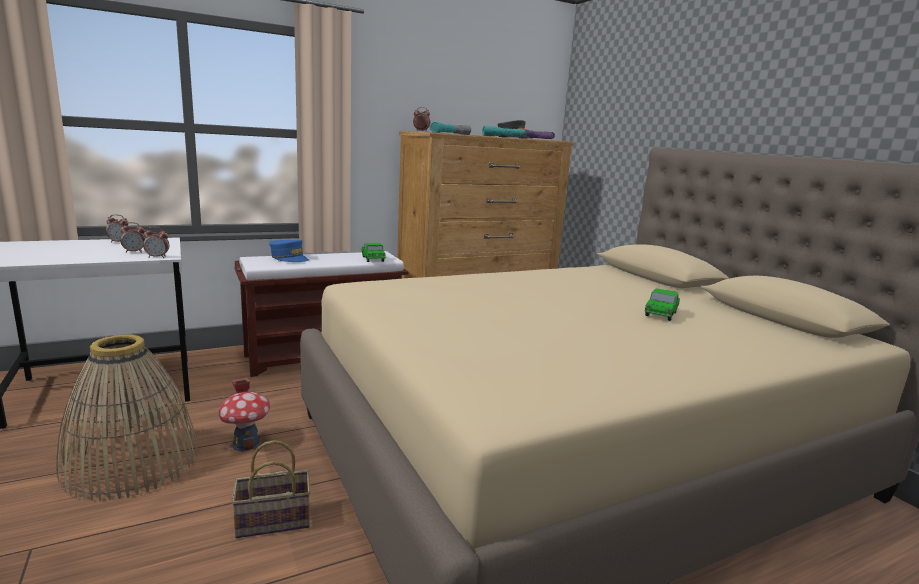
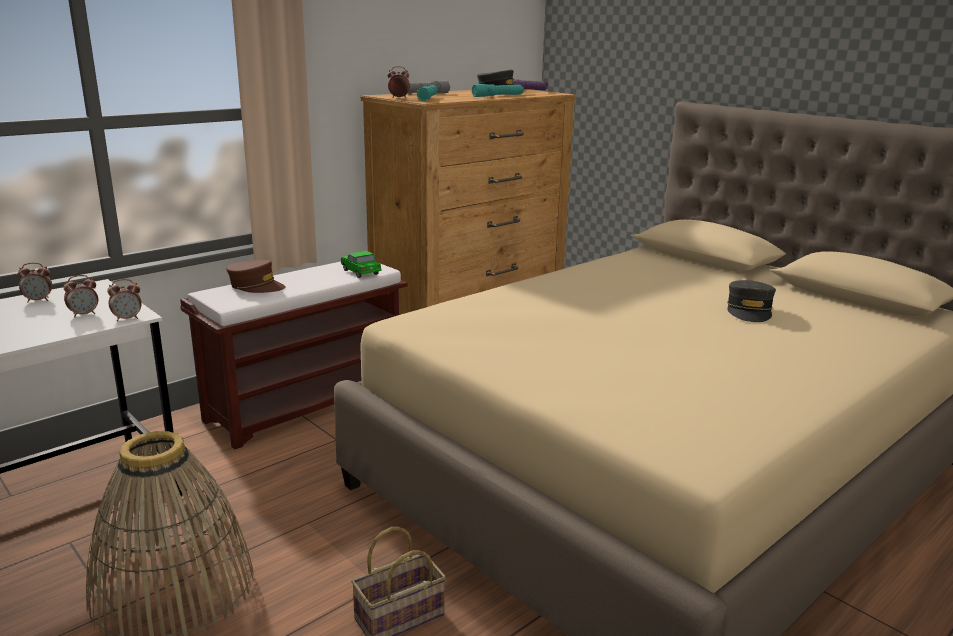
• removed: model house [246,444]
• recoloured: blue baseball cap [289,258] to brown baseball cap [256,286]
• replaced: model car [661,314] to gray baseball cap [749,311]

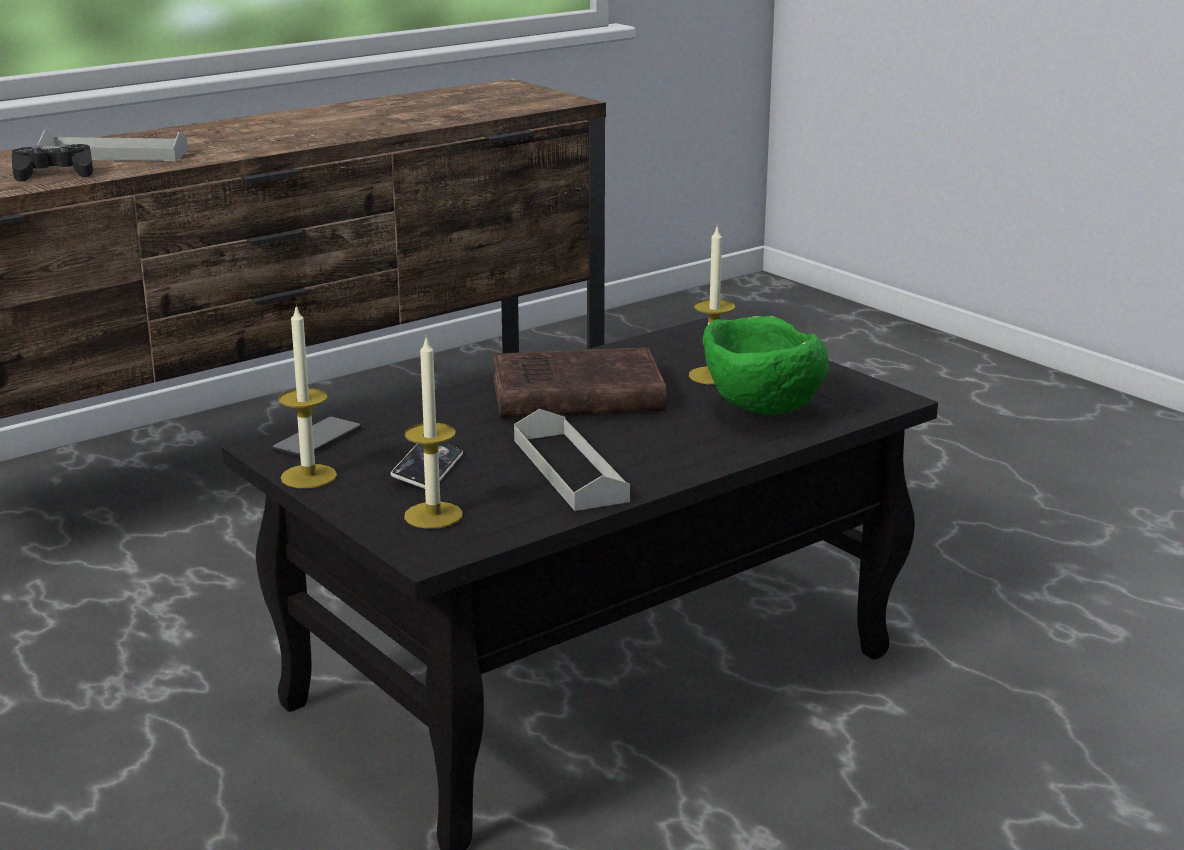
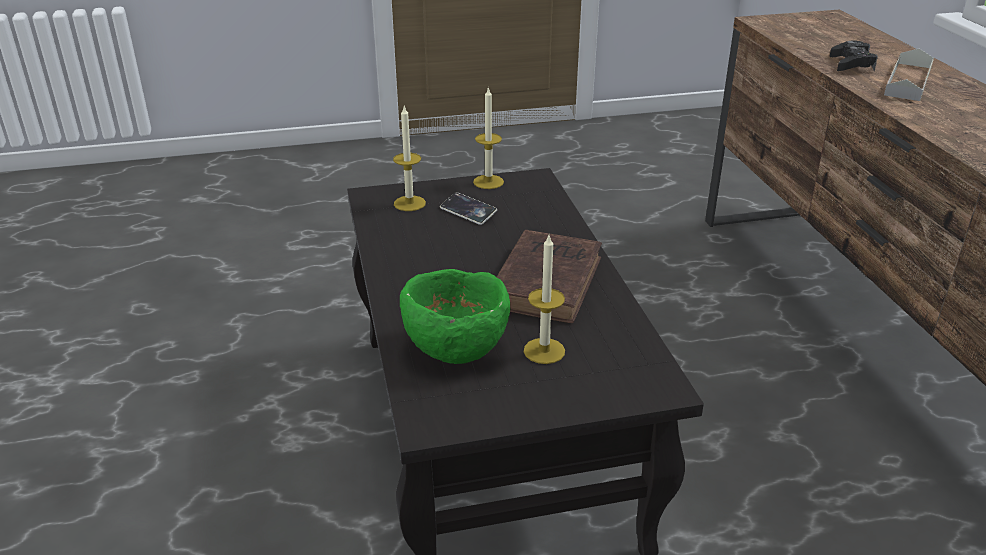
• removed: handset [317,439]
• removed: gray tray [569,470]

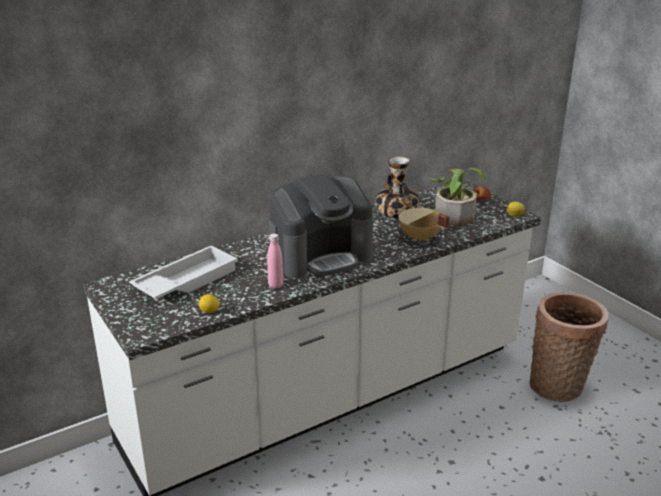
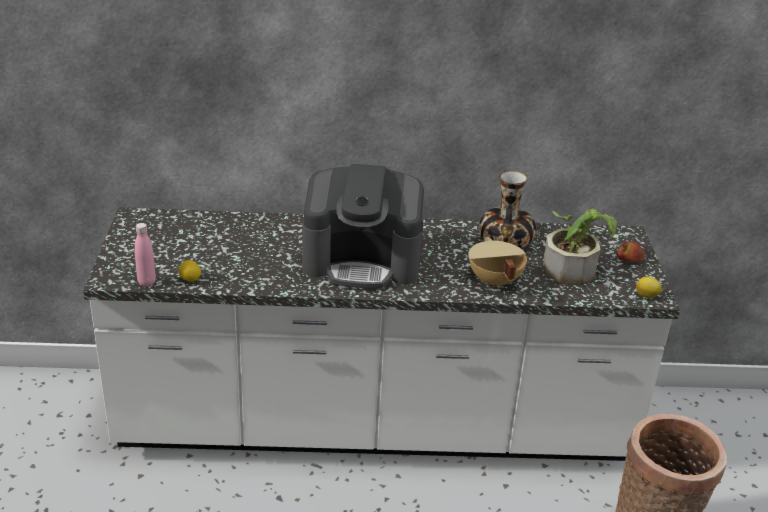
• removed: white-coloured tray [185,280]
• moved: pink bottle [275,285] to [146,282]

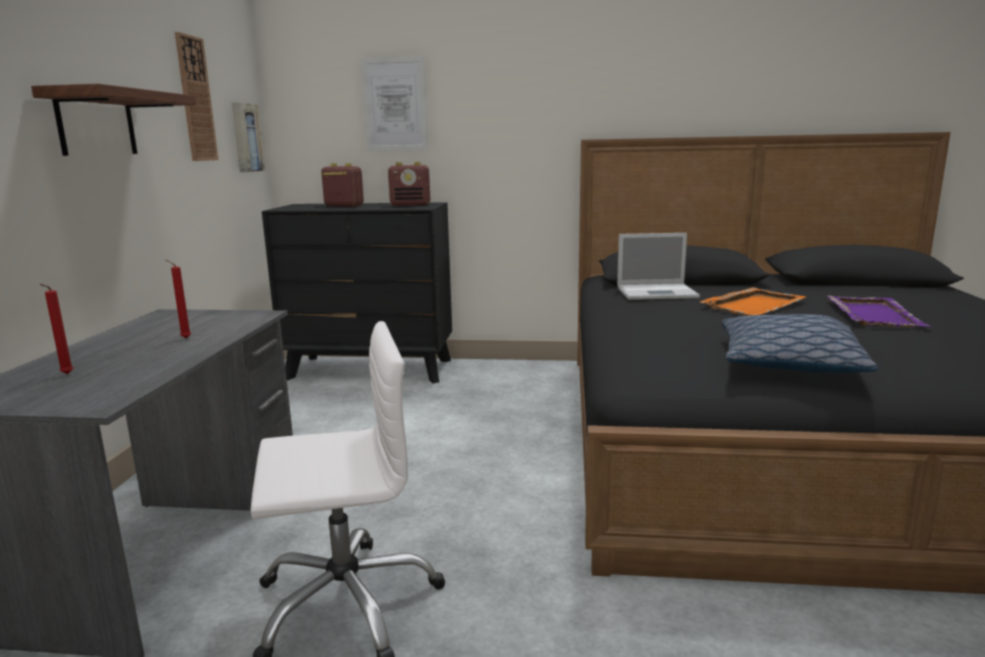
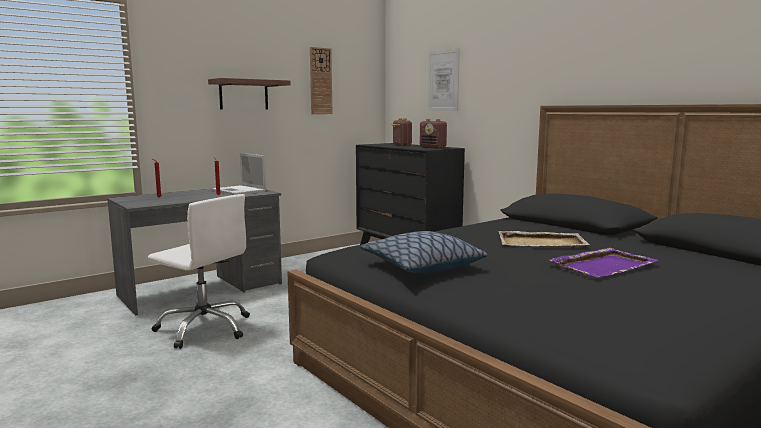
• removed: picture [246,138]
• moved: laptop [658,292] to [240,191]
• recoloured: orange-coloured tray [753,305] to sand-coloured tray [542,242]

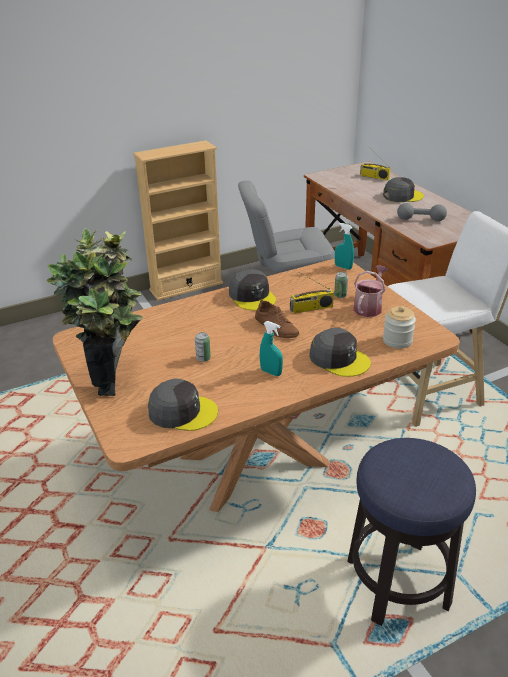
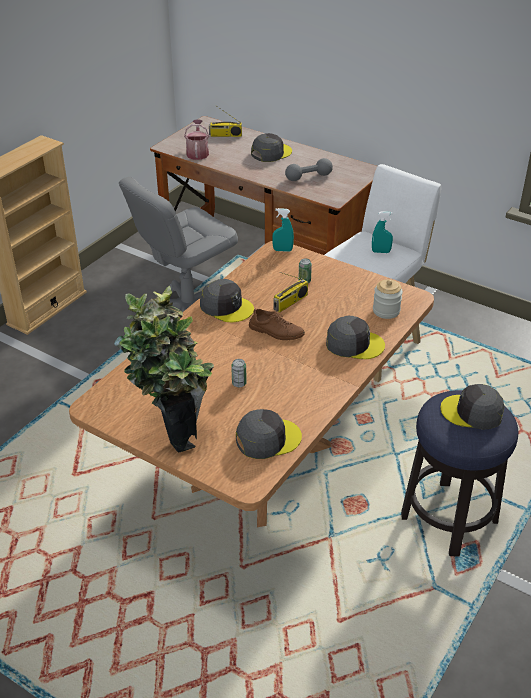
• moved: turquoise spray bottle [271,372] to [381,252]
• moved: sprinkling can [369,307] to [197,153]
• added: gray baseball cap [472,412]

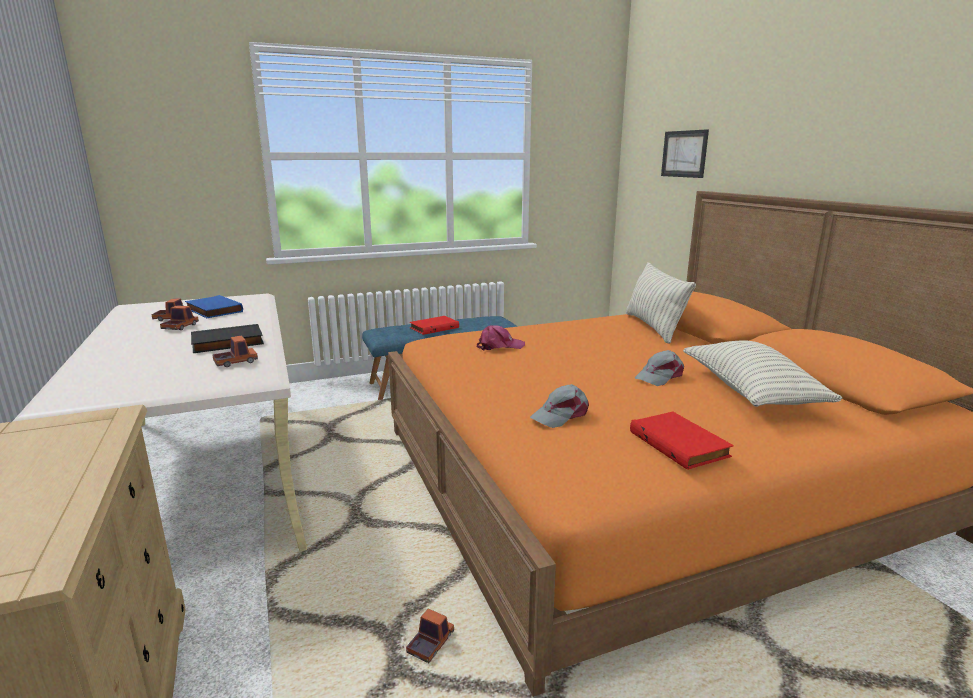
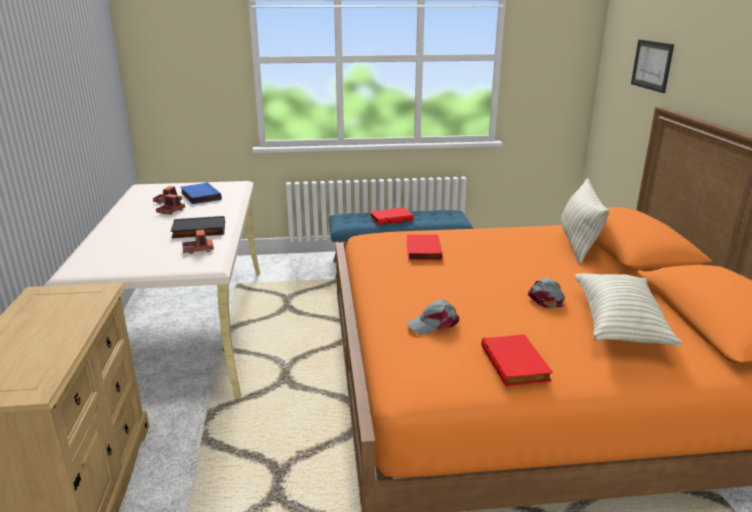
• removed: toy lorry [431,644]
• replaced: pink baseball cap [499,346] to reddish bound book [422,250]
• turned: gray baseball cap [659,376] = [545,297] 120 degrees clockwise

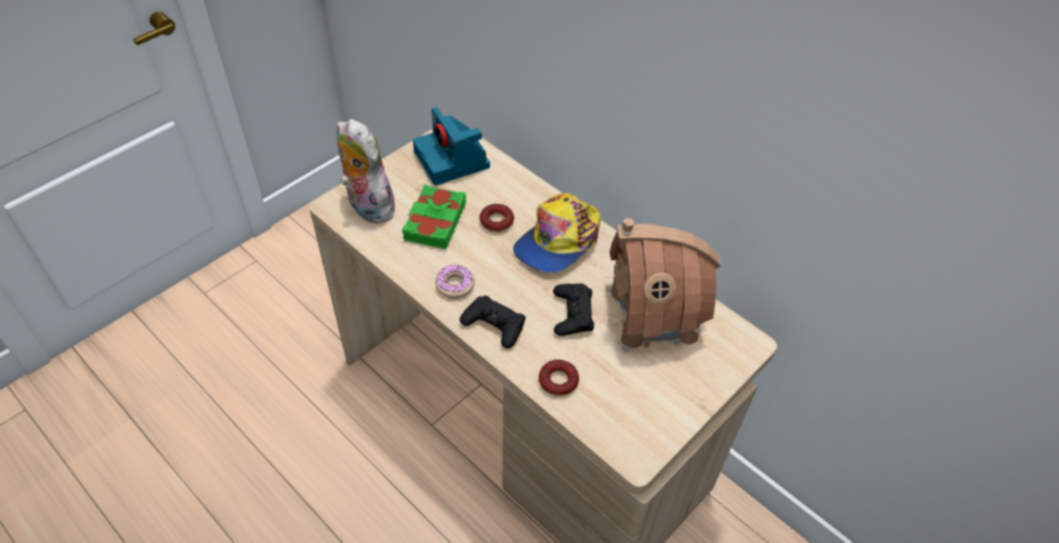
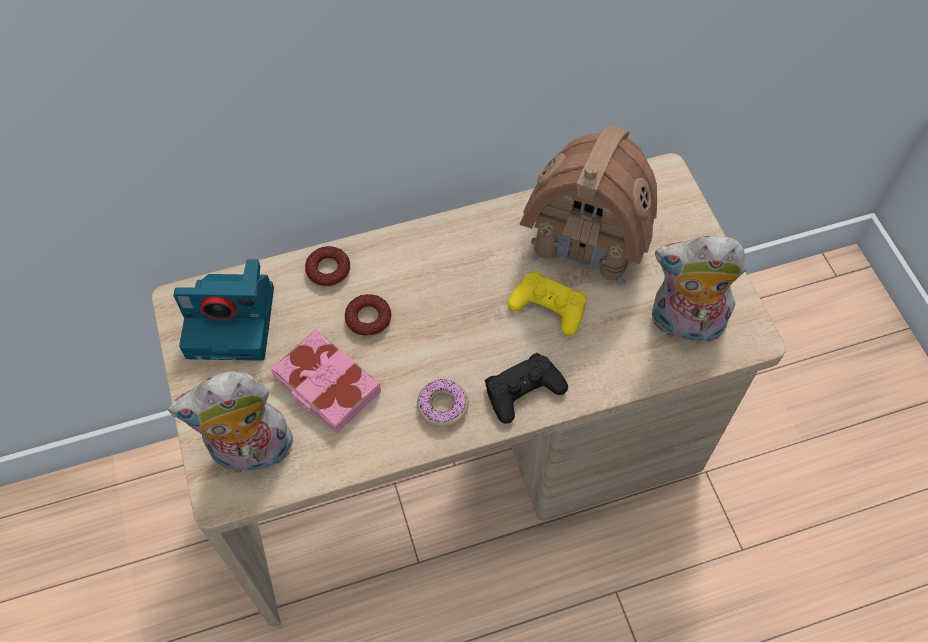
• recoloured: green-coloured bound book [434,221] to pink bound book [326,386]
• removed: baseball cap [558,240]
• moved: donut [558,381] to [328,270]
• recoloured: black-coloured joypad [572,313] to yellowish joypad [548,307]
• added: plush toy [684,325]

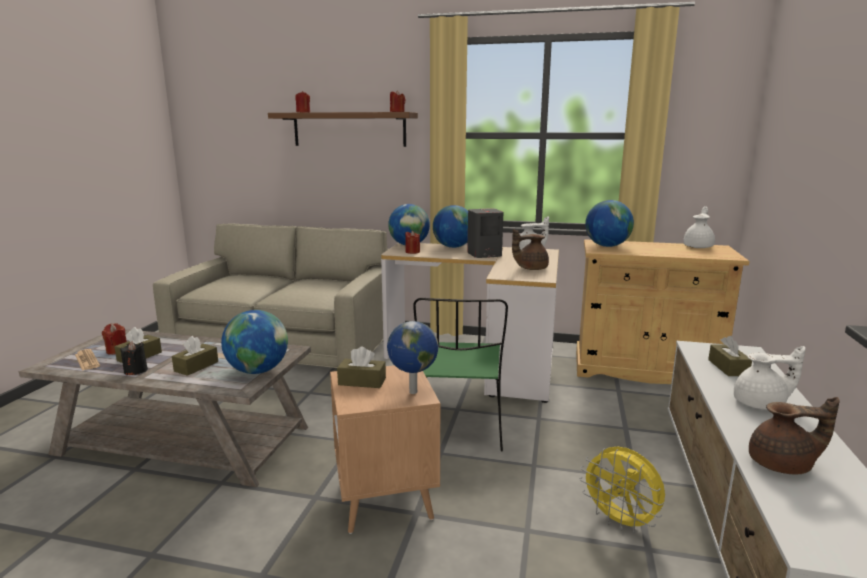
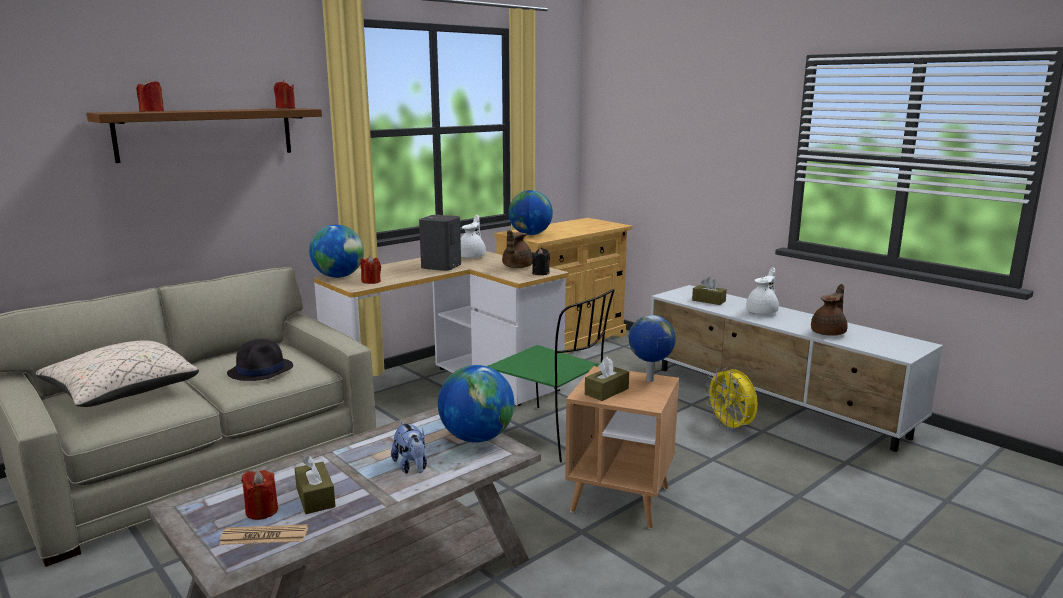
• moved: black-coloured wax candle [136,371] to [540,273]
• replaced: brown tissue holder [196,366] to plush toy [411,467]
• removed: globe [453,247]
• turned: yellowish electric fan [620,522] = [730,427] 75 degrees clockwise
• removed: white-coloured tea pot [698,247]
• added: sand-coloured pillow [121,394]
• added: black-coloured wearable hat [261,370]

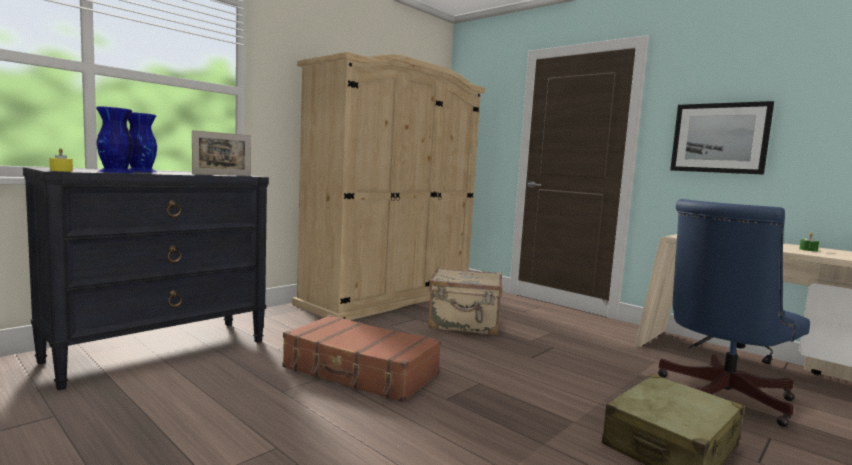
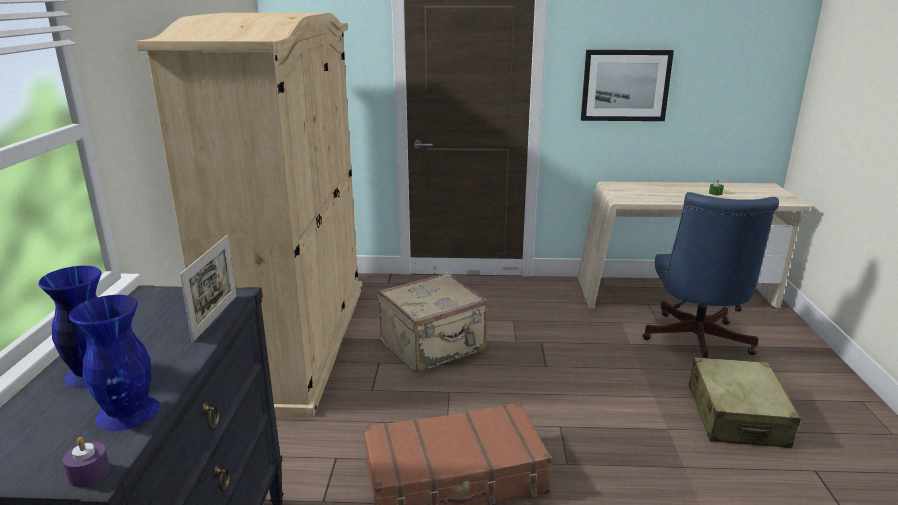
• recoloured: yellowish wax candle [61,170] to purplish wax candle [89,473]

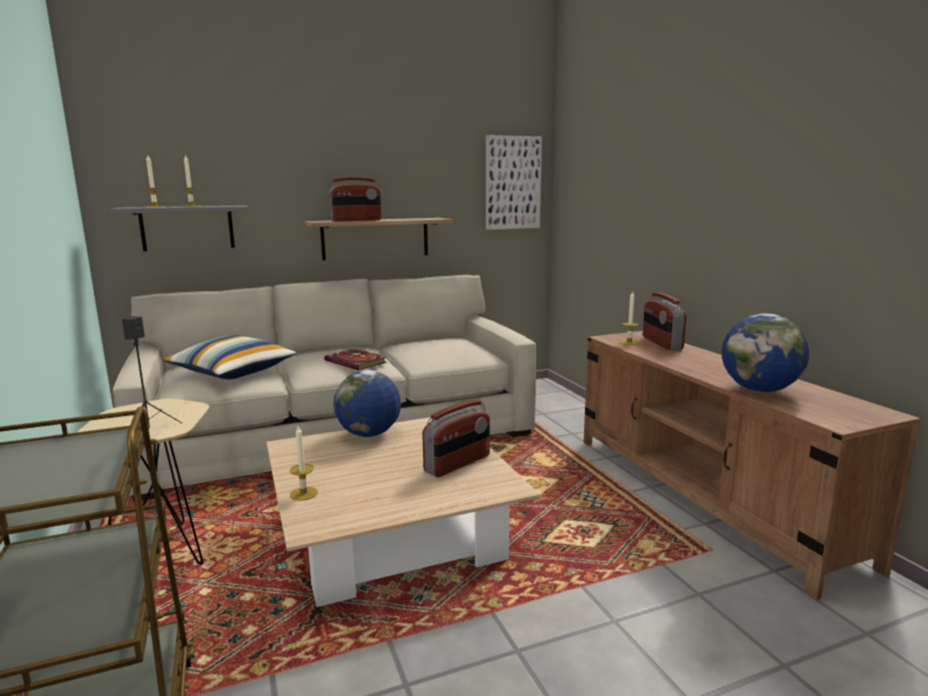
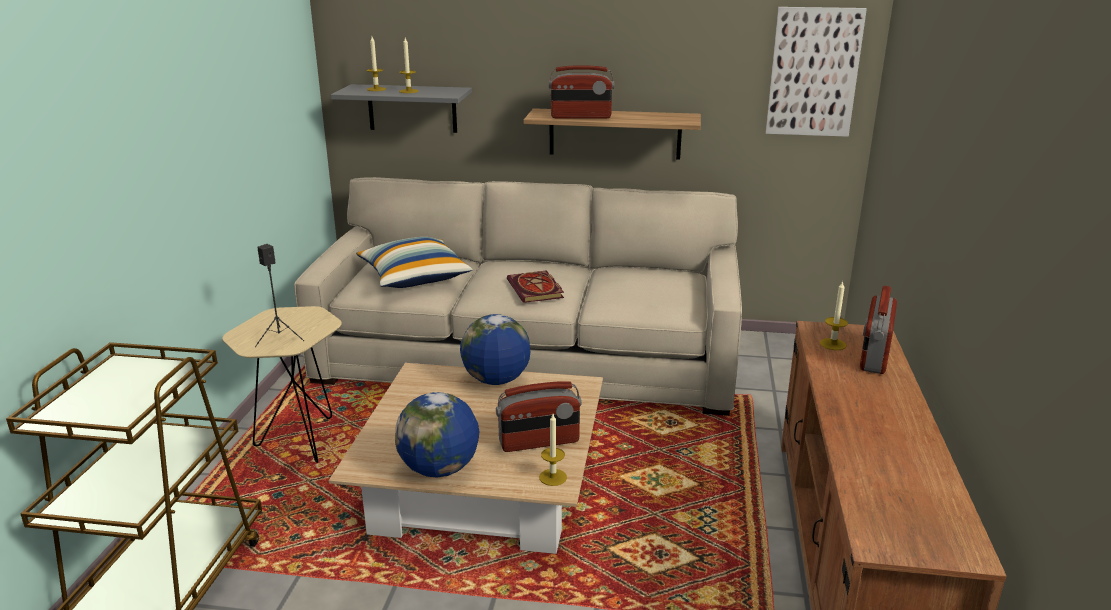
• moved: wax candle [303,493] to [553,477]
• moved: globe [759,390] to [439,469]

